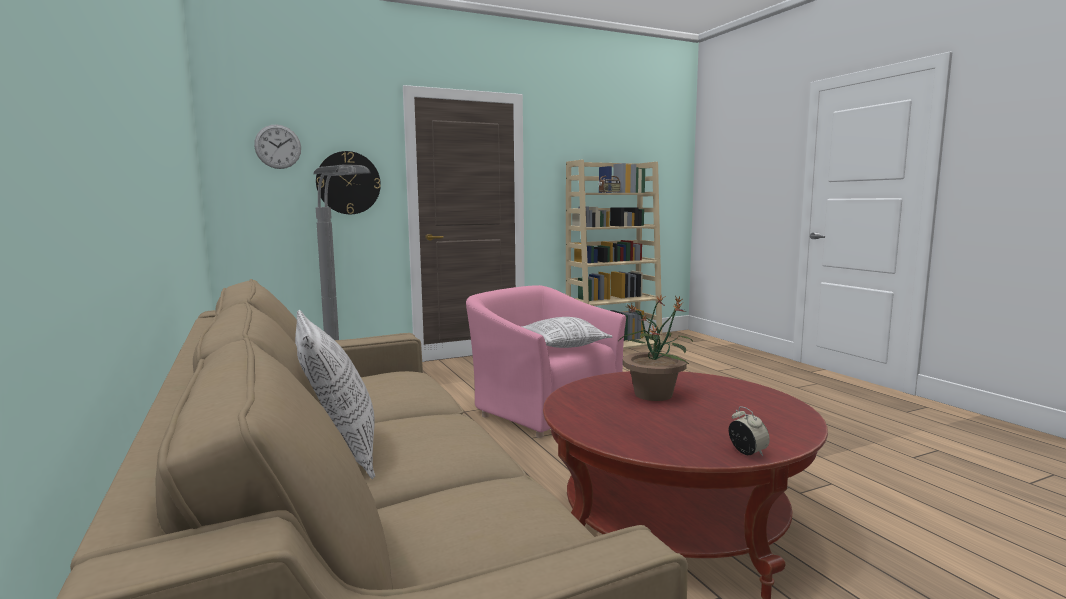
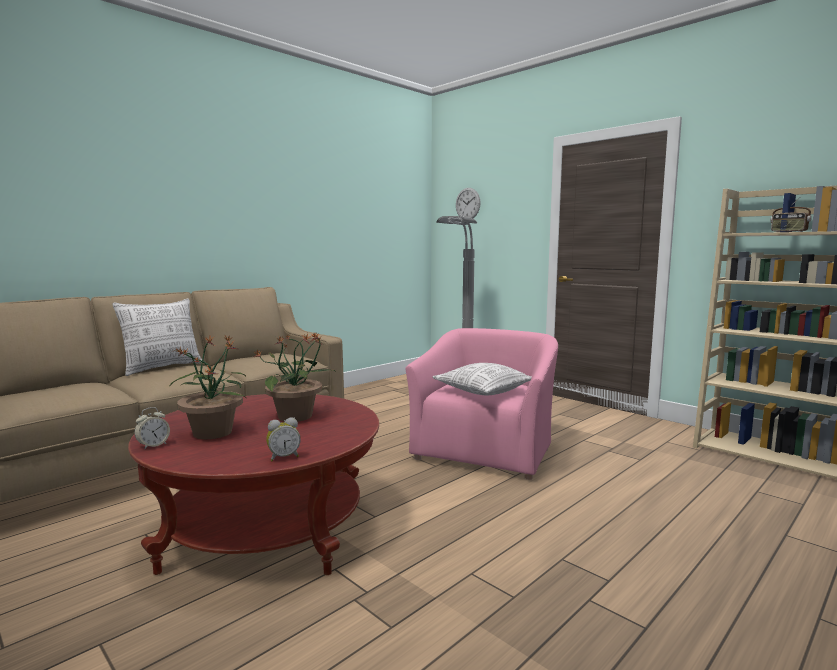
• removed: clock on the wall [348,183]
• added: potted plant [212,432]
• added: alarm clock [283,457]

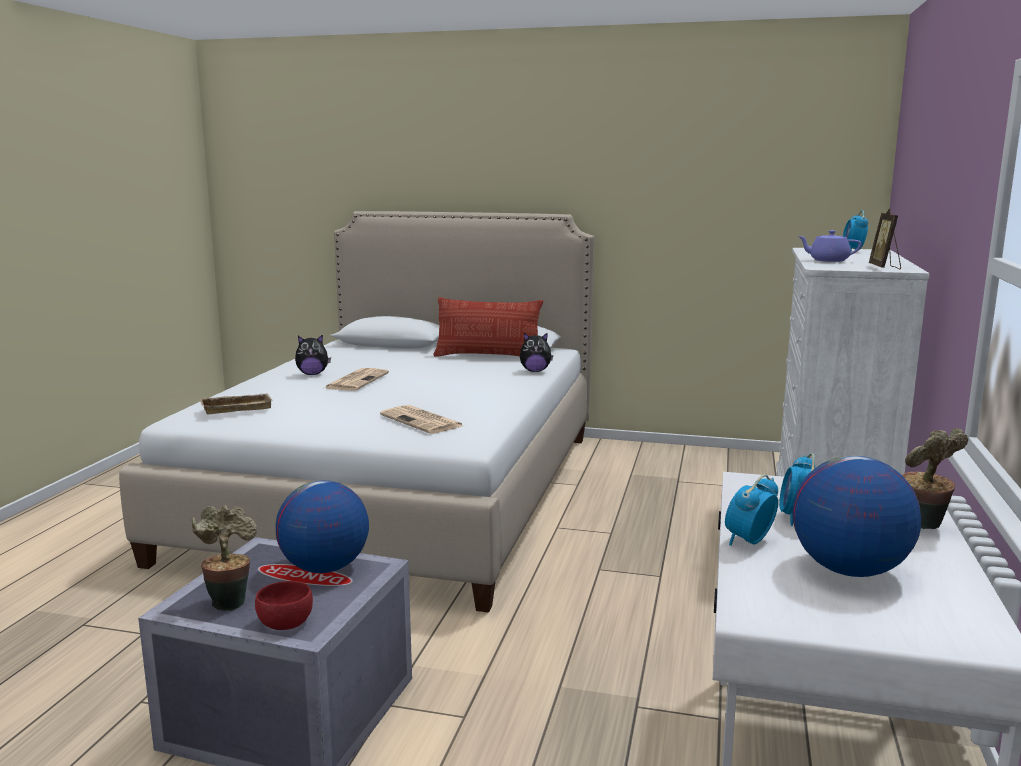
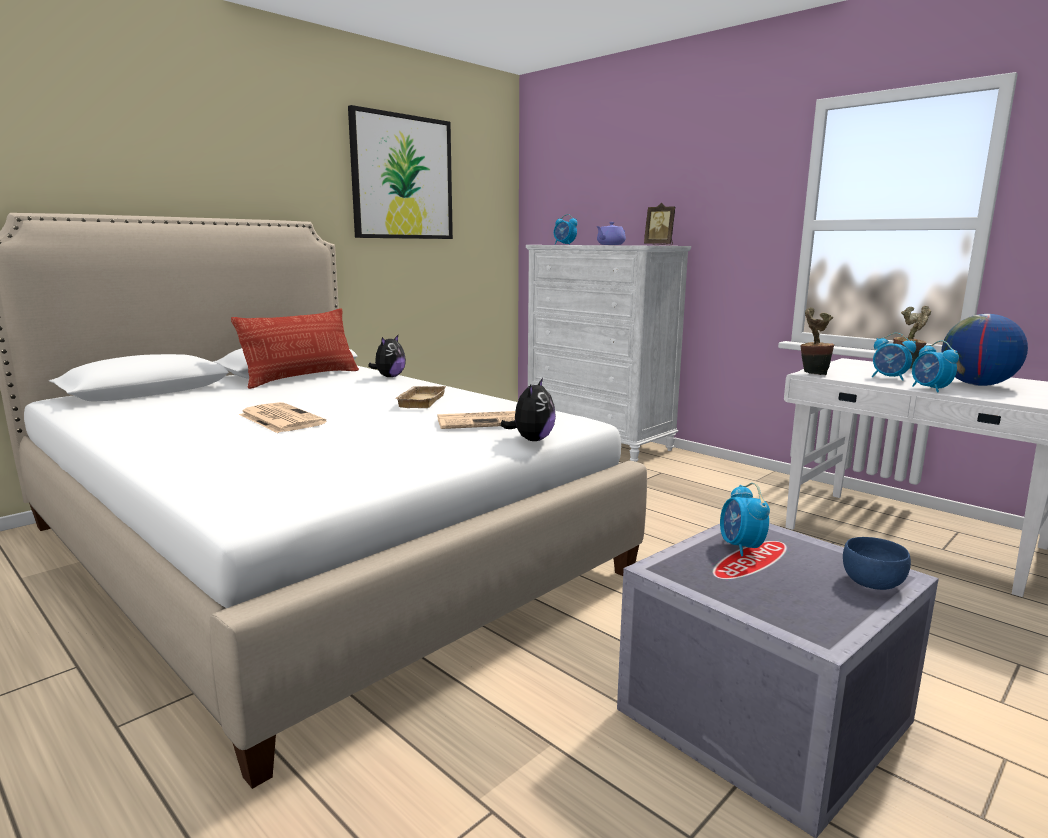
• moved: potted plant [229,601] to [812,374]
• moved: sand-coloured tray [237,407] to [419,401]
• recoloured: reddish deep dish [284,623] to blue deep dish [872,583]
• replaced: globe [324,568] to alarm clock [741,547]
• moved: plush toy [312,374] to [531,440]
• added: picture [402,177]

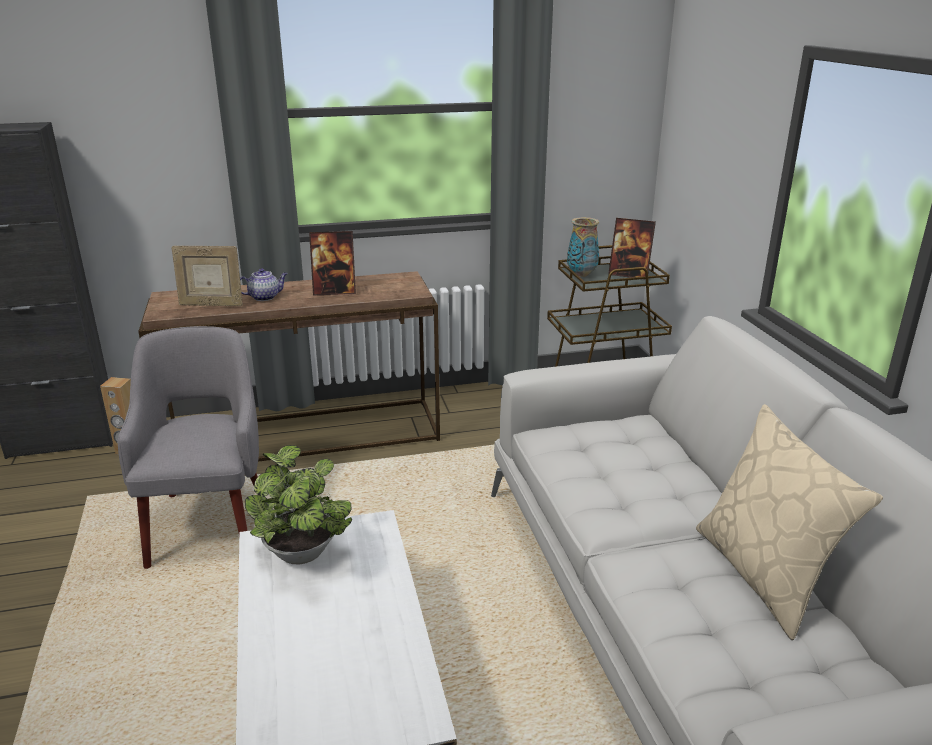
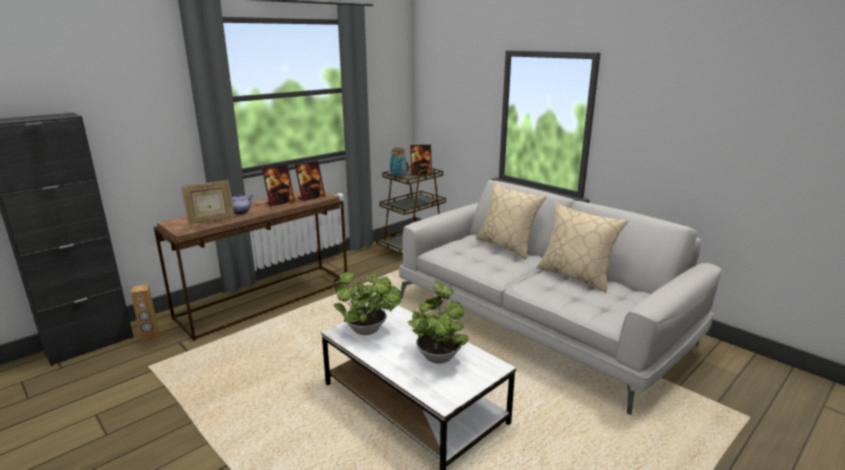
• removed: gray easy chair [209,522]
• added: standing frame [311,197]
• added: potted plant [438,355]
• added: sand-coloured pillow [507,246]

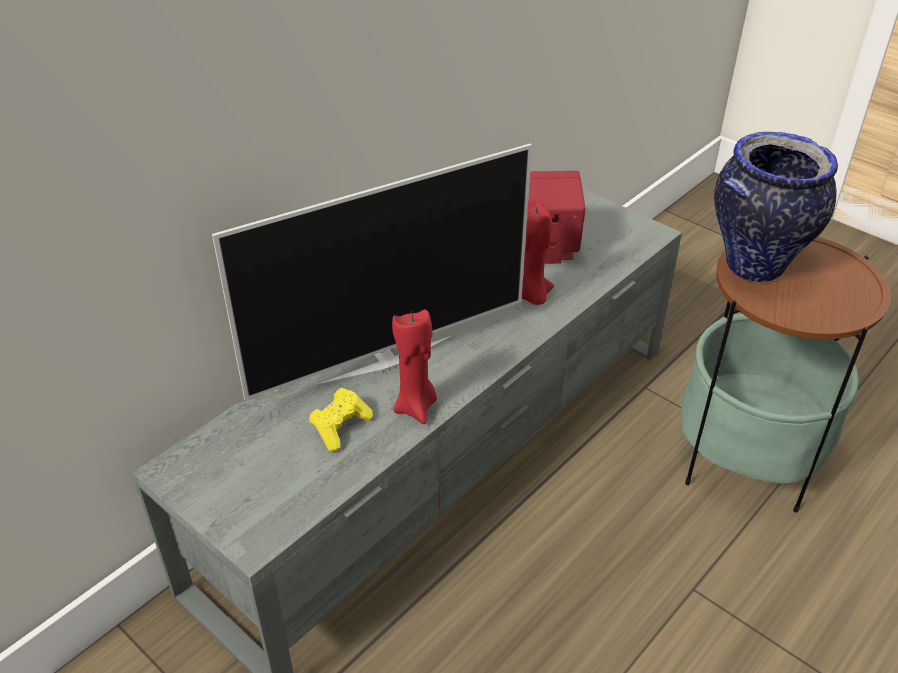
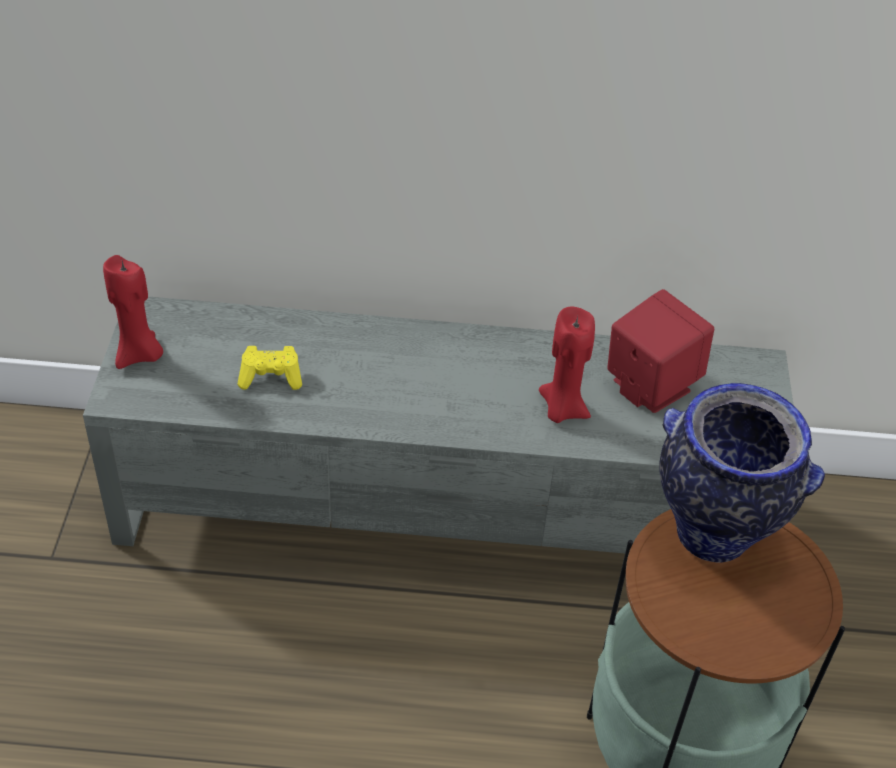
• removed: television [385,359]
• moved: reddish wax candle [416,407] to [139,355]

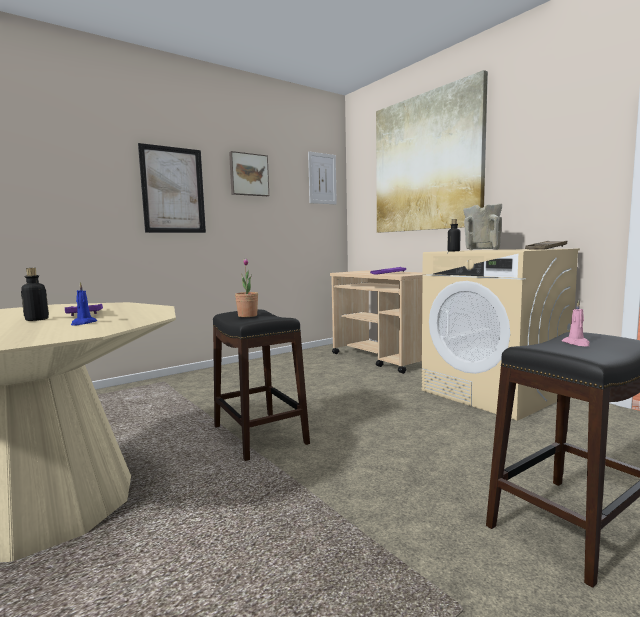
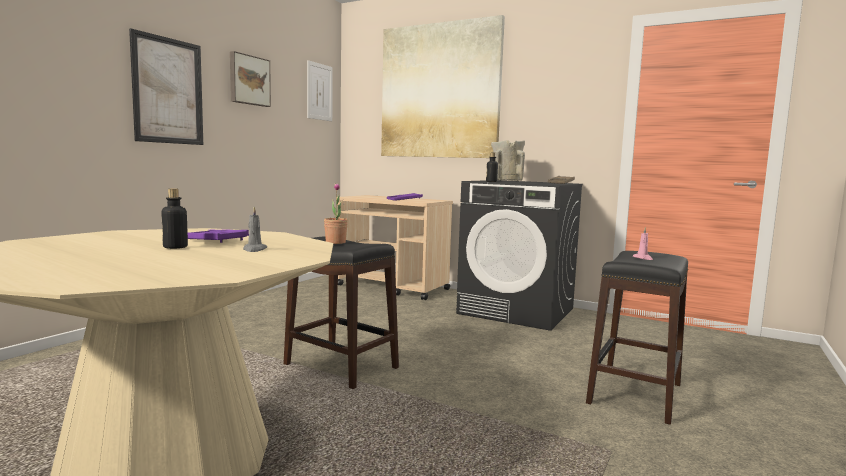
• recoloured: blue wax candle [83,323] to gray wax candle [254,250]
• recoloured: sand-coloured laundry appliance [494,393] to black-coloured laundry appliance [517,311]

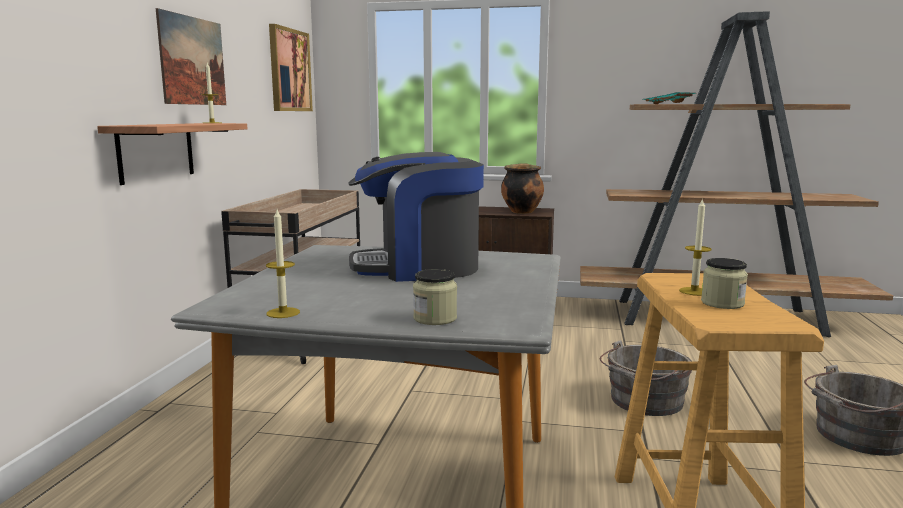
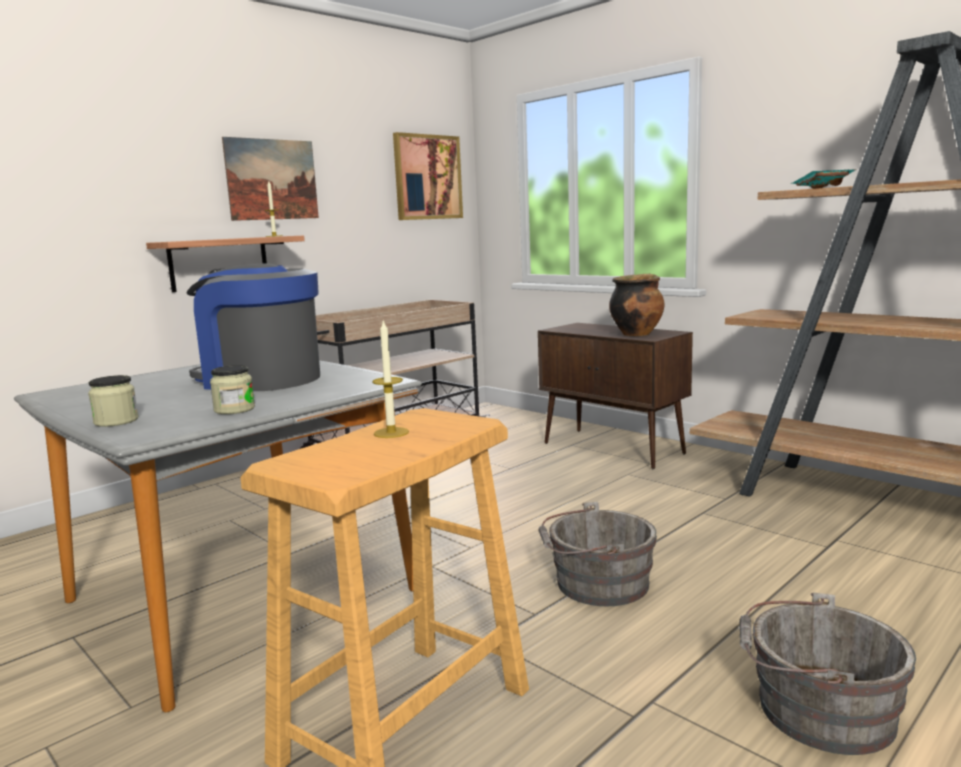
• removed: wax candle [283,313]
• moved: storage jar [722,303] to [234,409]

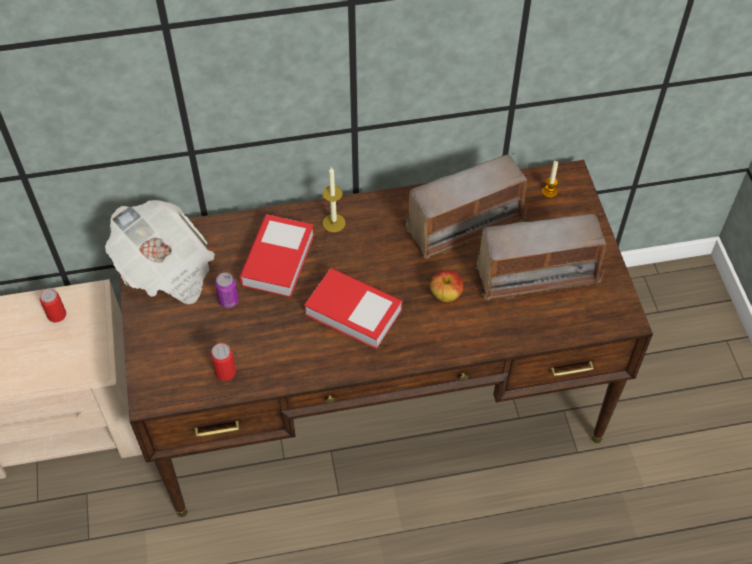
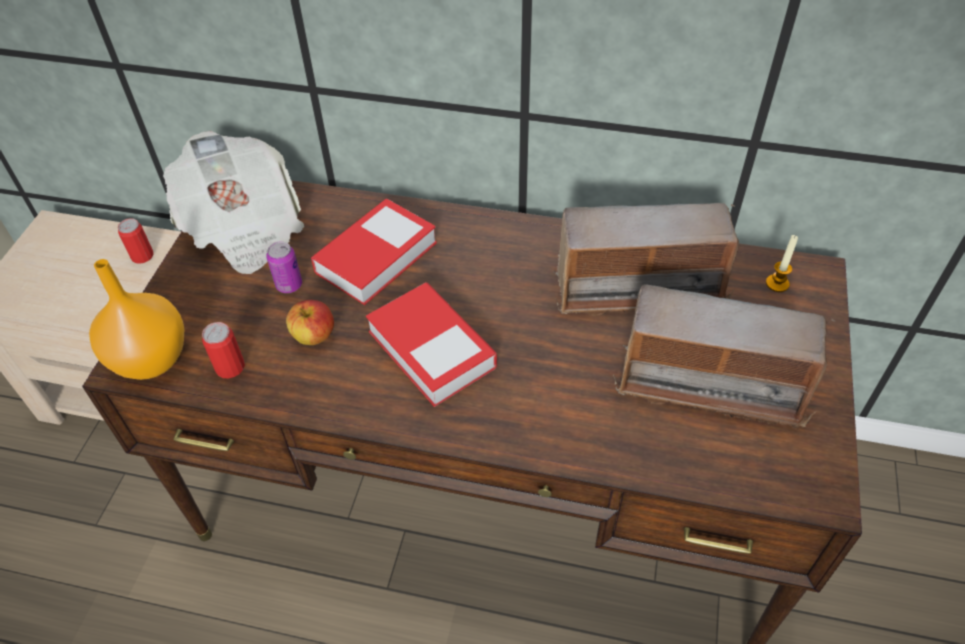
• removed: wax candle [334,223]
• moved: whole apple [446,295] to [314,336]
• added: orange-coloured vase [150,360]

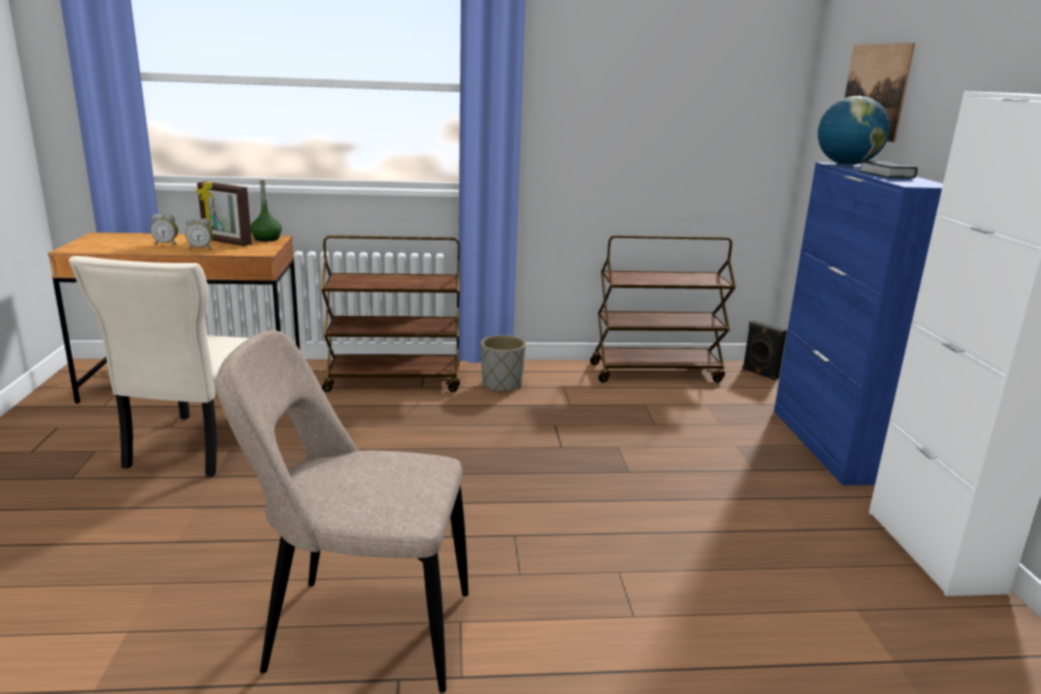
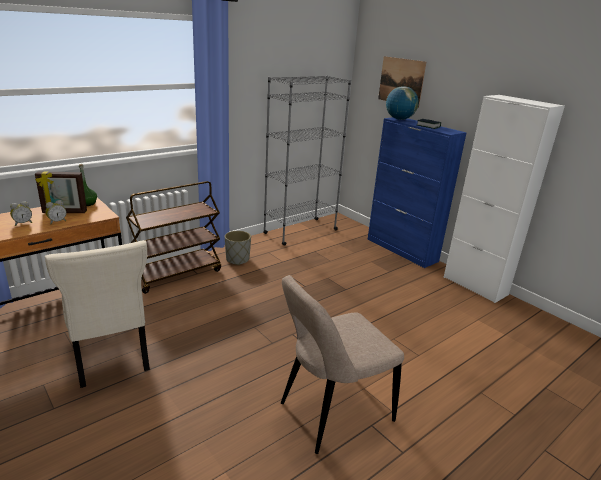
• replaced: brown cart [656,372] to gray shelving unit [300,231]
• removed: black-coloured audio speaker [759,374]

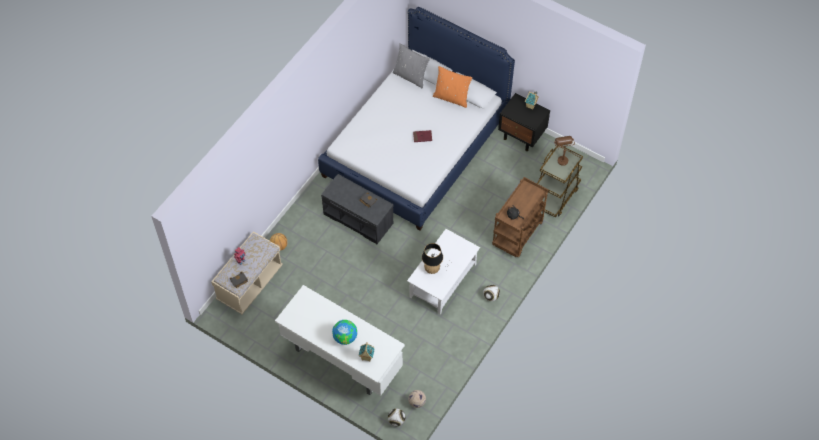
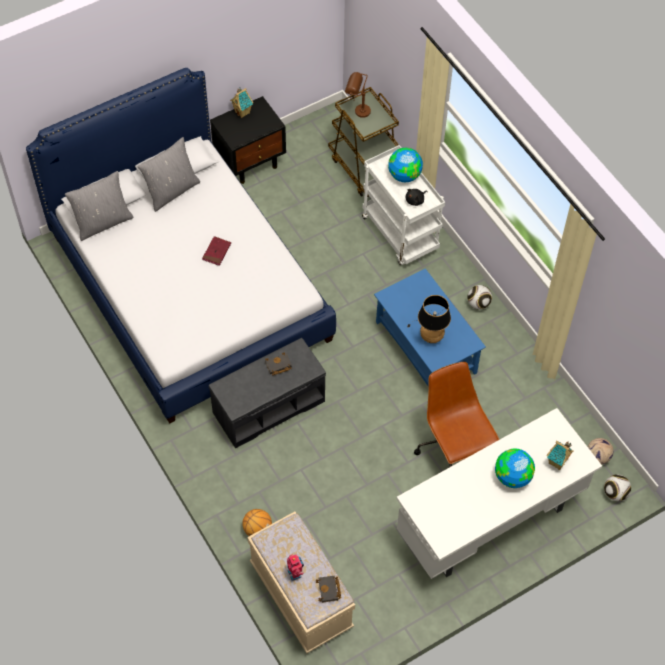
• recoloured: white-coloured coffee table [443,281] to blue coffee table [426,348]
• recoloured: orange-coloured pillow [451,97] to gray pillow [171,191]
• recoloured: brown cart [517,235] to white-coloured cart [401,234]
• added: globe [404,175]
• added: brown office chair [454,450]

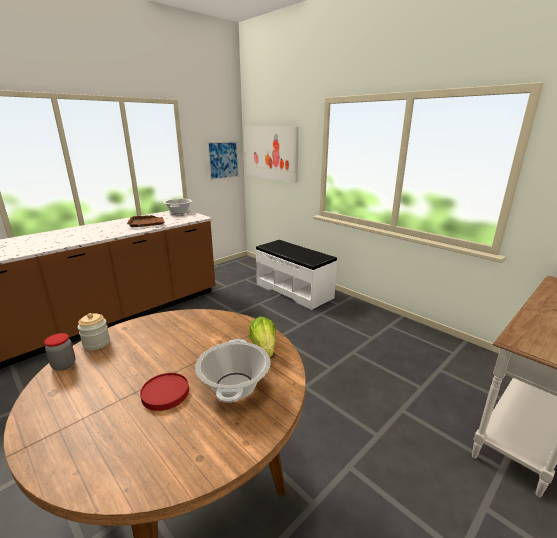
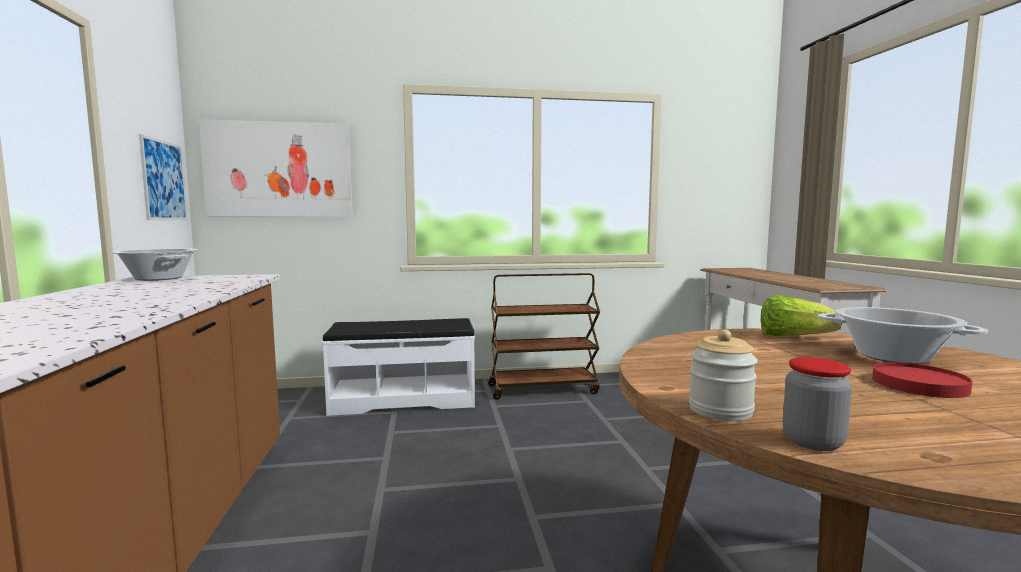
• removed: brown tray [147,223]
• added: brown cart [543,389]

